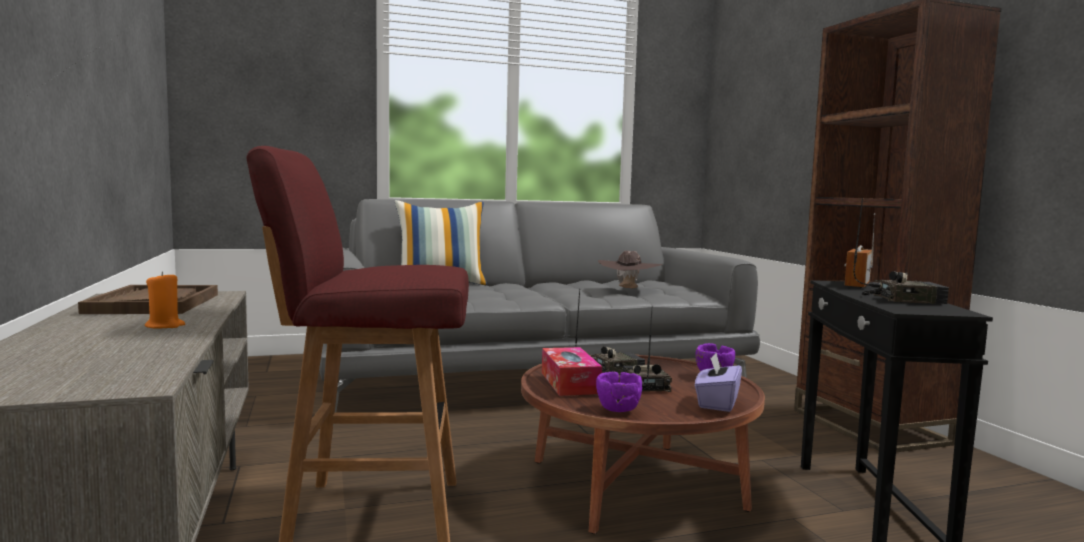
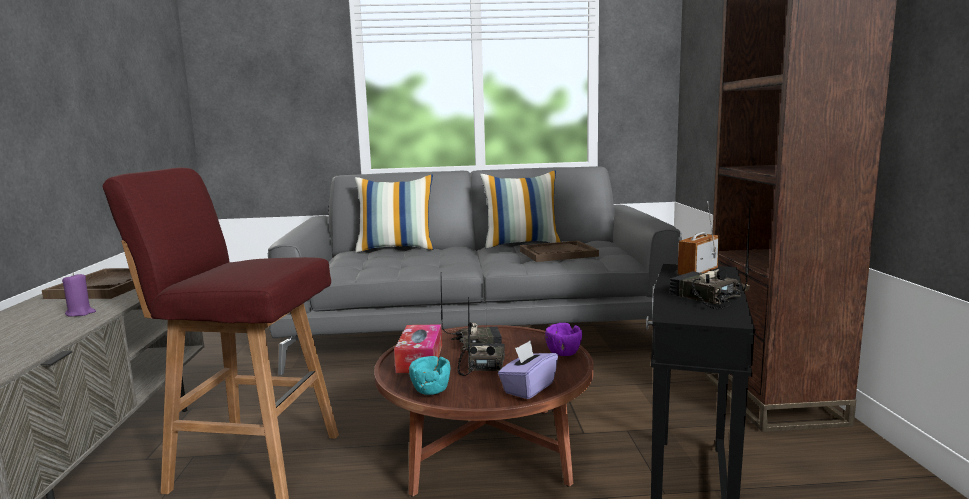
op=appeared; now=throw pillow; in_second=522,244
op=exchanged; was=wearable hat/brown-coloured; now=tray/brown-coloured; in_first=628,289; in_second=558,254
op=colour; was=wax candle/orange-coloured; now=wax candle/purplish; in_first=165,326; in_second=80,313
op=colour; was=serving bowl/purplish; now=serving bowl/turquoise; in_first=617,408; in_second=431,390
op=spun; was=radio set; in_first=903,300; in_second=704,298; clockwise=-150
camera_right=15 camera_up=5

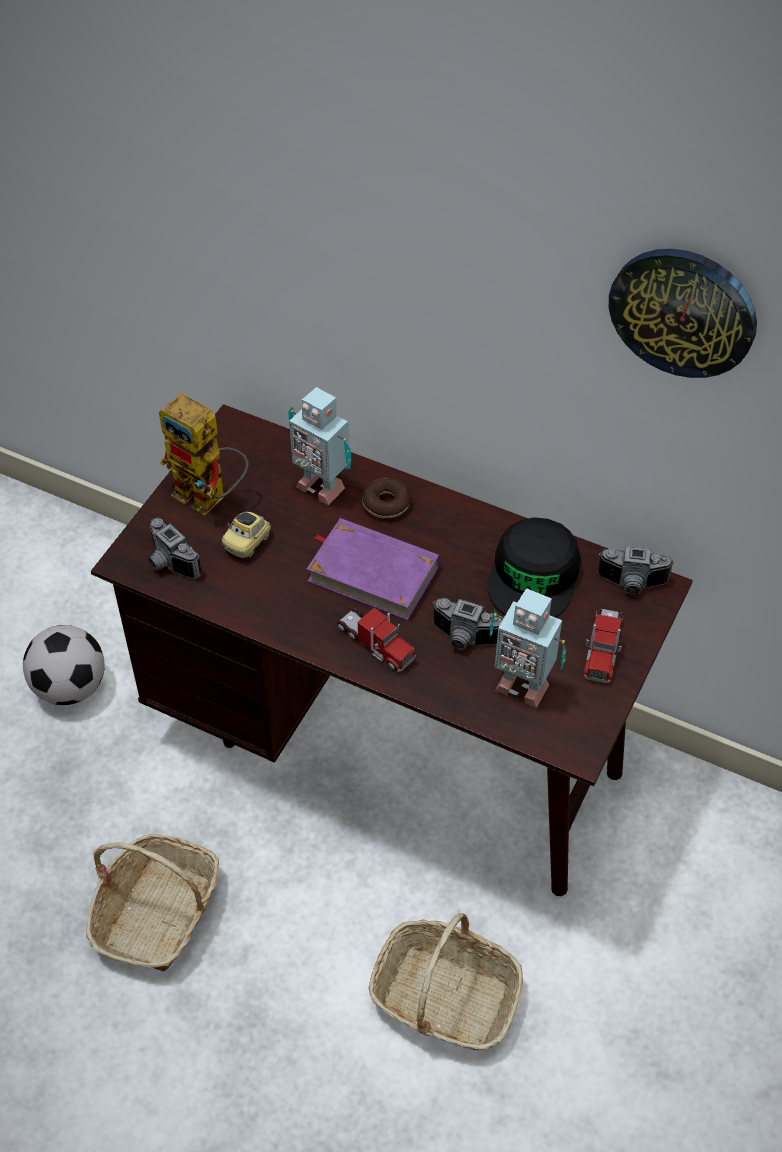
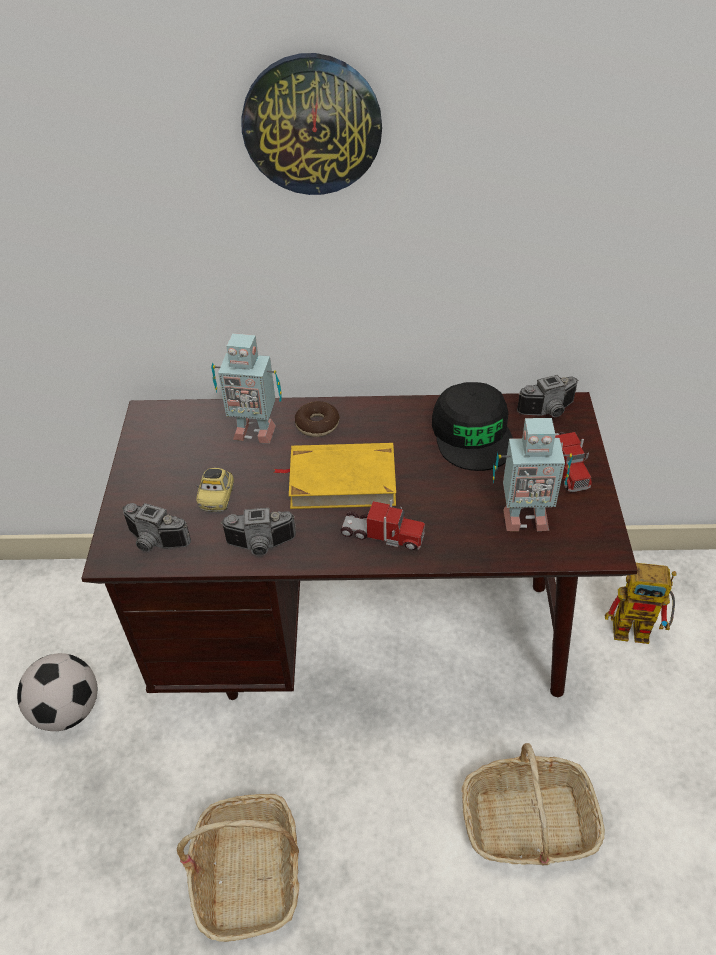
op=relocated; was=toy robot; in_first=210,498; in_second=639,629
op=relocated; was=still camera; in_first=463,639; in_second=261,546
op=relocated; was=clock on the wall; in_first=683,311; in_second=312,125
op=colour; was=bound book/purplish; now=bound book/yellow; in_first=373,573; in_second=342,480
camera_right=-25 camera_up=-5

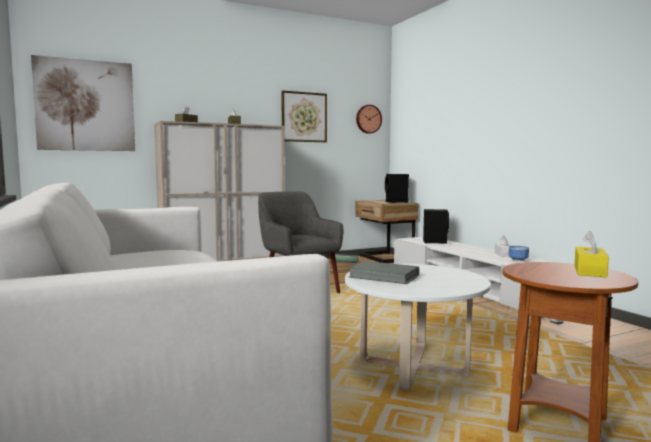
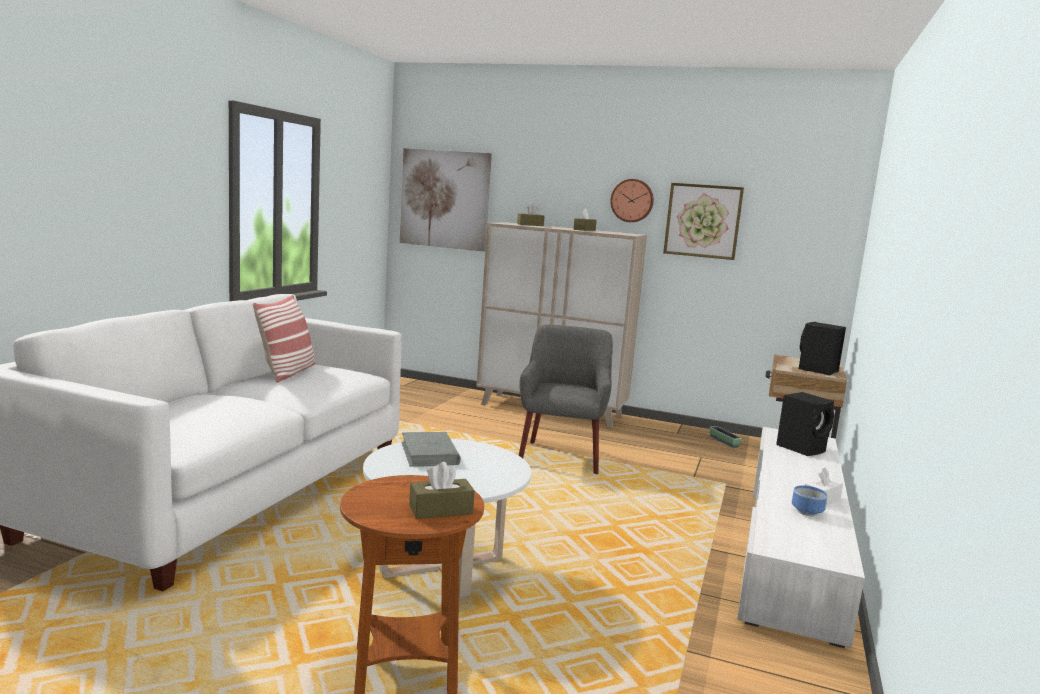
op=appeared; now=throw pillow; in_second=287,372
op=relocated; was=clock on the wall; in_first=368,119; in_second=632,200
op=colour; was=box of tissues/yellow; now=box of tissues/brown-coloured; in_first=589,271; in_second=441,510
camera_right=45 camera_up=5

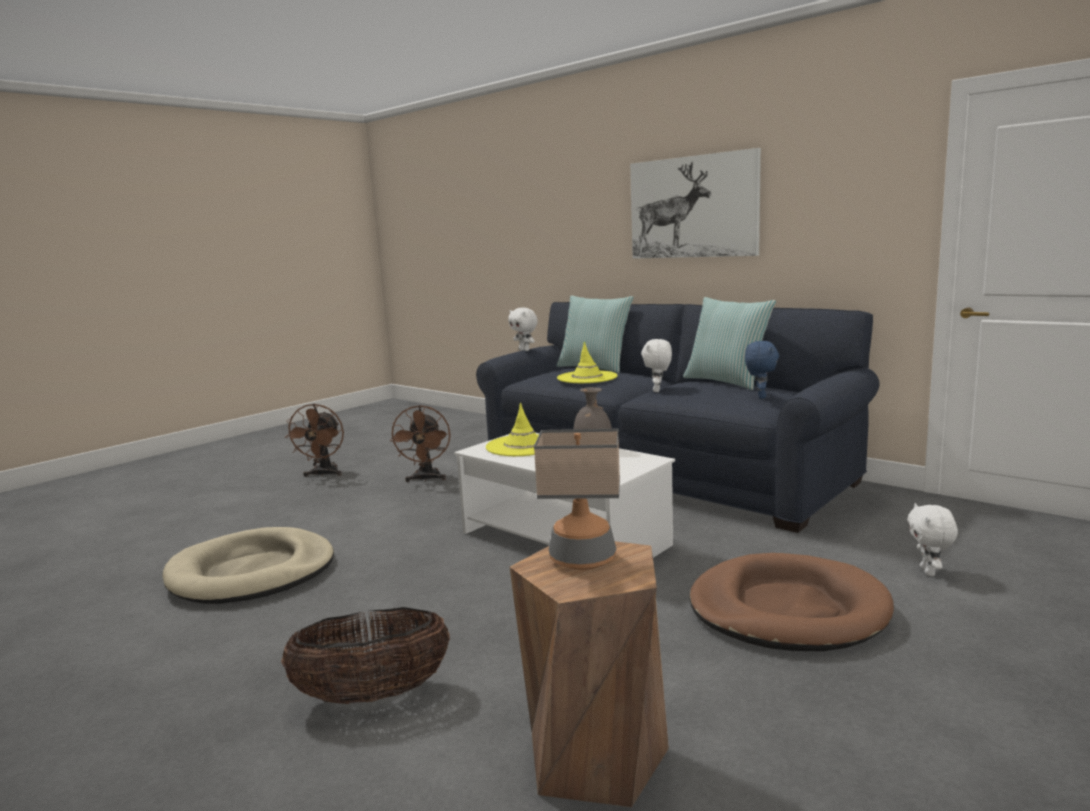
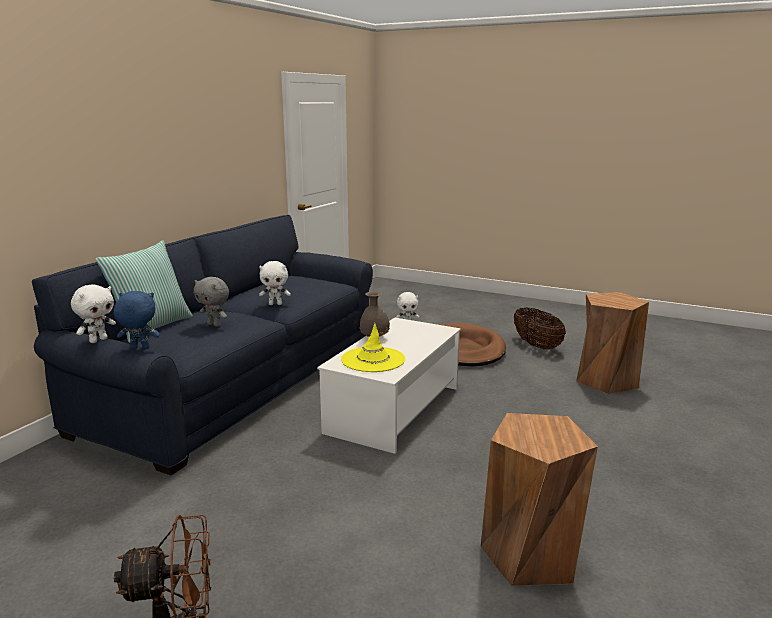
op=missing; was=cooling fan/brown-coloured; in_first=426,479
op=missing; was=tabletop lamp; in_first=582,559
op=missing; was=wall picture; in_first=693,207
op=missing; was=throw pillow; in_first=726,381
op=relocated; was=storage basket; in_first=373,695; in_second=537,345
op=relocated; was=plush toy/blue-coloured; in_first=760,396; in_second=139,348
op=exchanged; was=pet bed/sand-coloured; now=stool/brown-coloured; in_first=252,572; in_second=530,556
op=exchanged; was=wearable hat/yellow; now=plush toy/gray; in_first=587,377; in_second=214,325
camera_right=-105 camera_up=5

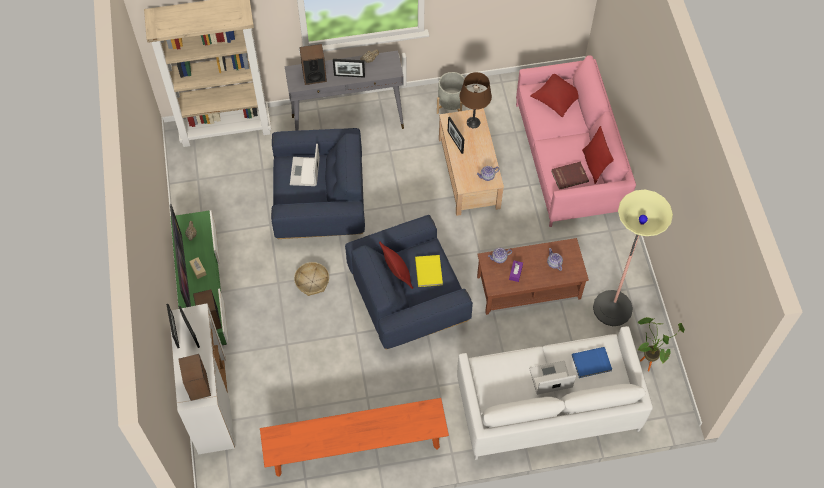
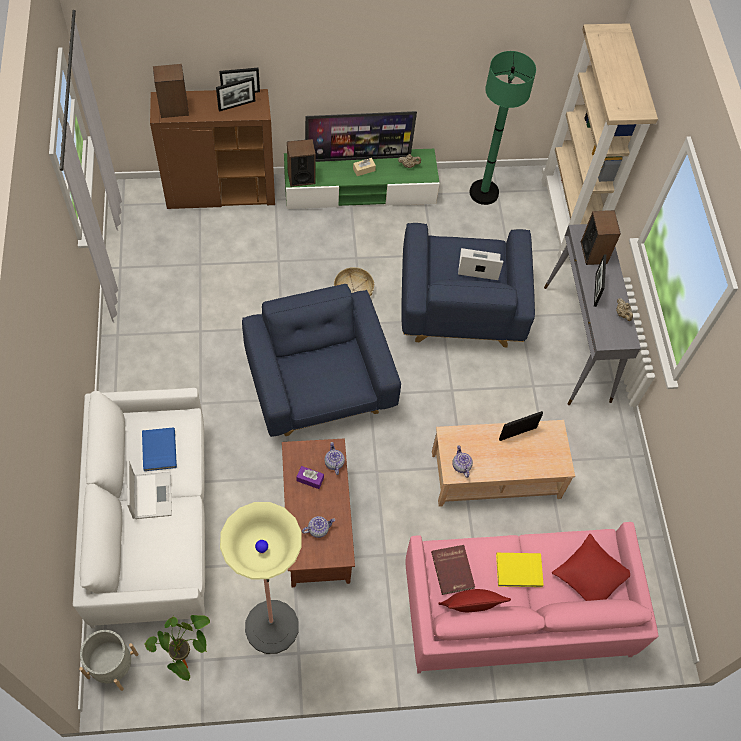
op=missing; was=bench/orange-coloured; in_first=356,447
op=missing; was=throw pillow/red-coloured; in_first=397,274
op=missing; was=tabletop lamp/brown-coloured; in_first=473,122
op=appeared; now=floor lamp/green-coloured; in_second=484,193
op=relocated; was=bound book/yellow; in_first=429,271; in_second=519,571
op=relocated; was=planter/gray; in_first=451,105; in_second=112,666
op=relocated; was=bound book/blue-coloured; in_first=591,363; in_second=158,450
op=colour; was=cabinet/white; now=cabinet/brown-coloured; in_first=211,403; in_second=221,193
camera_right=90 camera_up=0

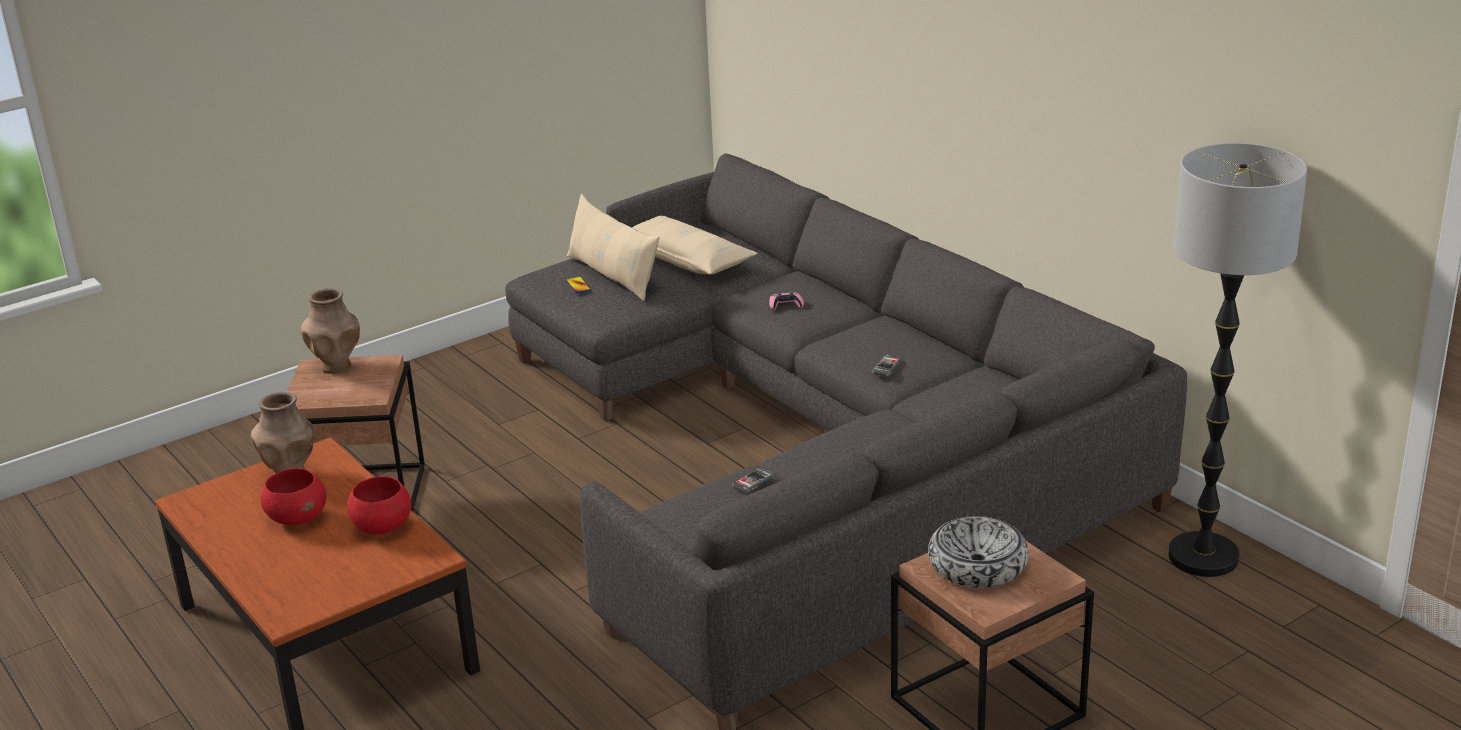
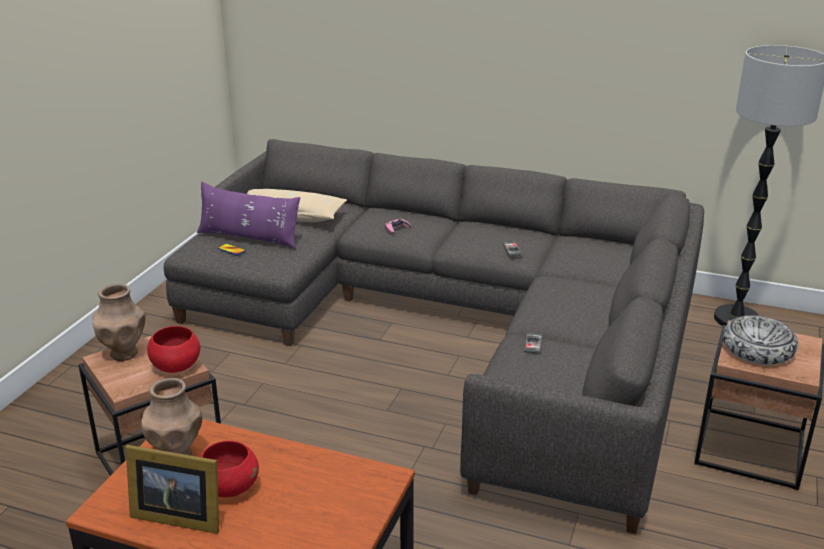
op=appeared; now=standing frame; in_second=176,515
op=relocated; was=serving bowl/red-coloured; in_first=381,527; in_second=175,367
op=colour; was=throw pillow/sand-coloured; now=throw pillow/purplish; in_first=612,275; in_second=249,237
camera_right=-35 camera_up=0

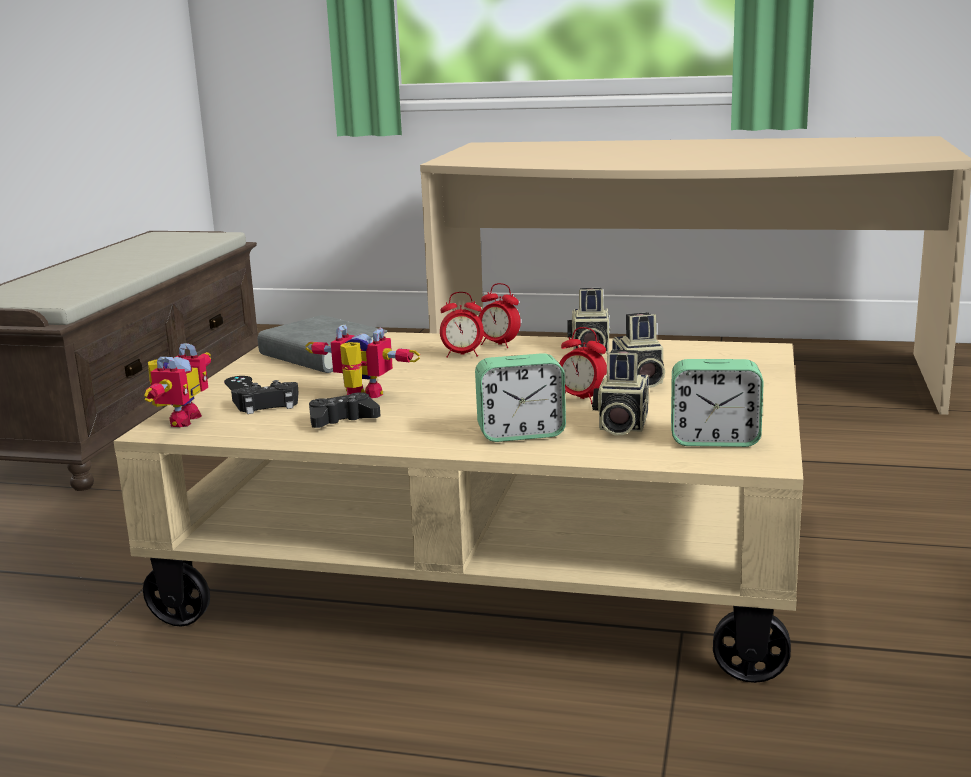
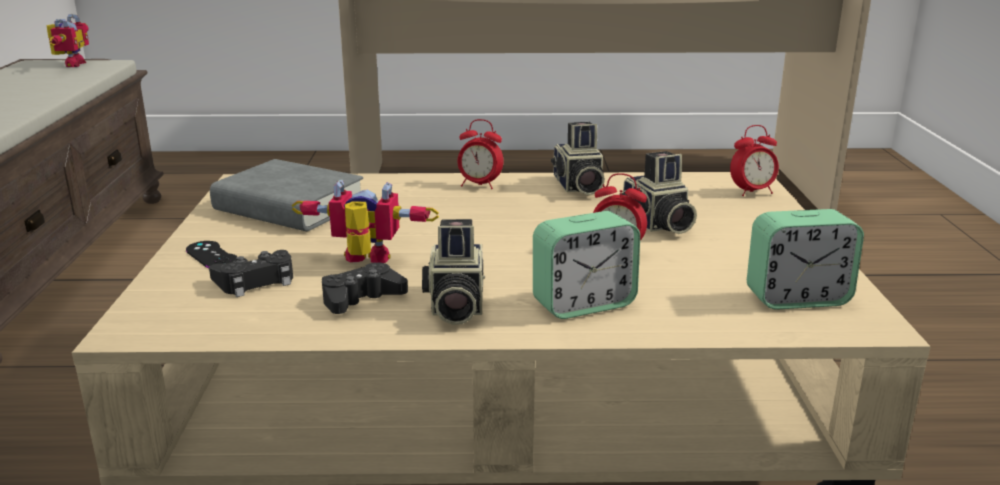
op=relocated; was=toy robot; in_first=178,420; in_second=70,64
op=relocated; was=bedside clock; in_first=462,355; in_second=752,192
op=relocated; was=still camera; in_first=620,425; in_second=454,306
camera_right=-15 camera_up=5

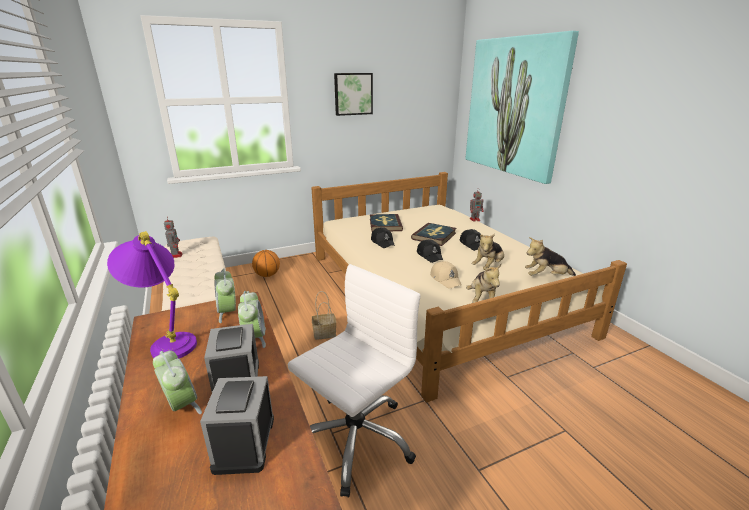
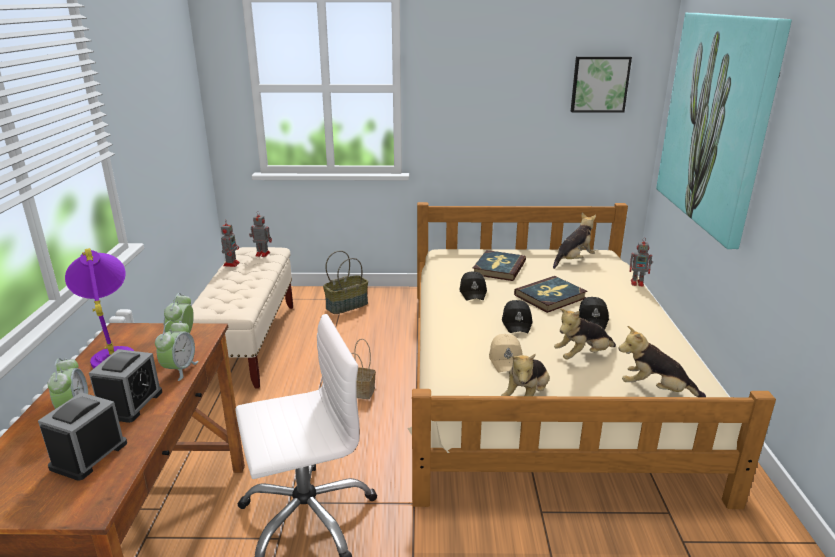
op=appeared; now=toy robot; in_second=262,254
op=appeared; now=plush toy; in_second=573,260
op=relocated; was=wall picture; in_first=353,94; in_second=599,84
op=exchanged; was=basketball ball; now=storage basket; in_first=267,275; in_second=347,305
camera_right=25 camera_up=0

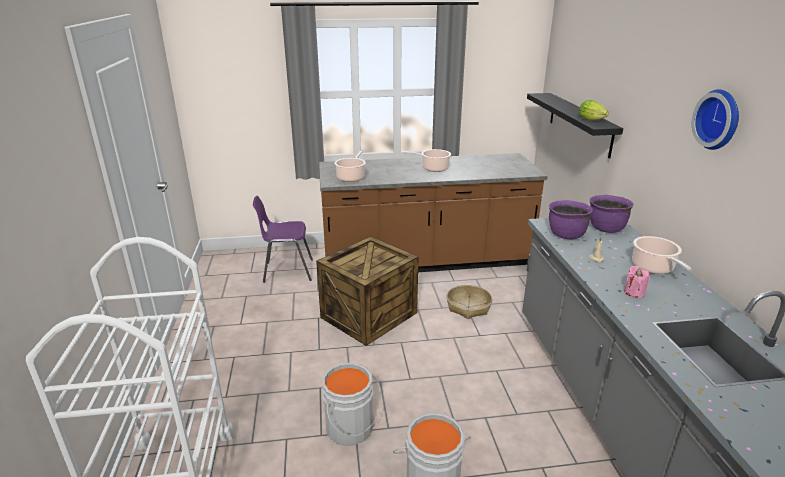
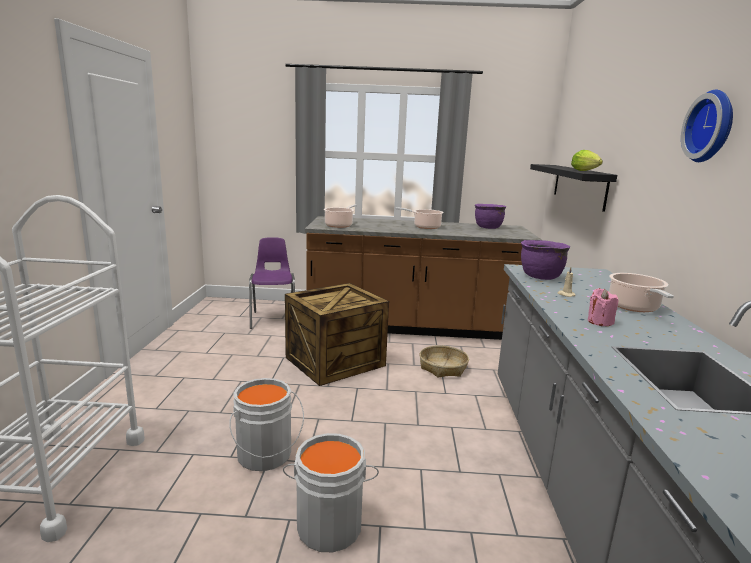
op=relocated; was=saucepot/purplish; in_first=605,228; in_second=487,227
op=spun; was=chair/purplish; in_first=287,271; in_second=273,319; clockwise=75
camera_right=10 camera_up=-10

